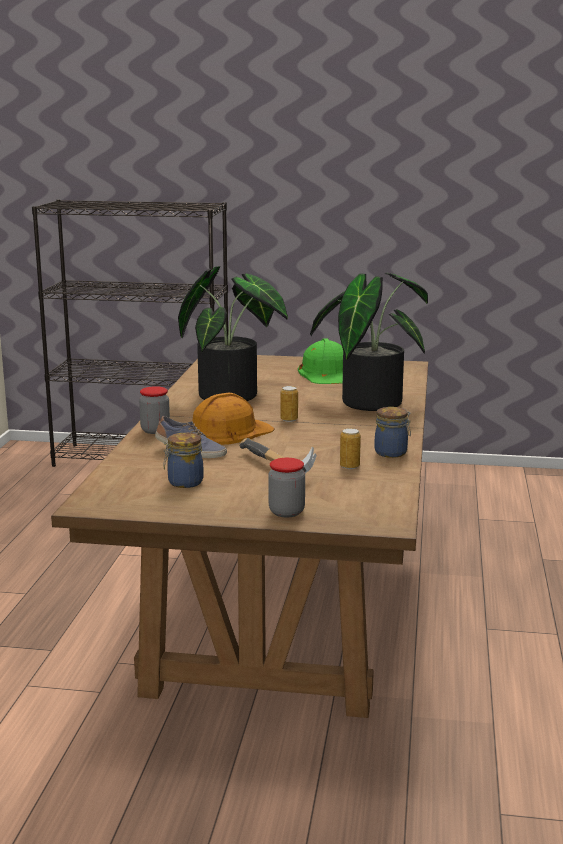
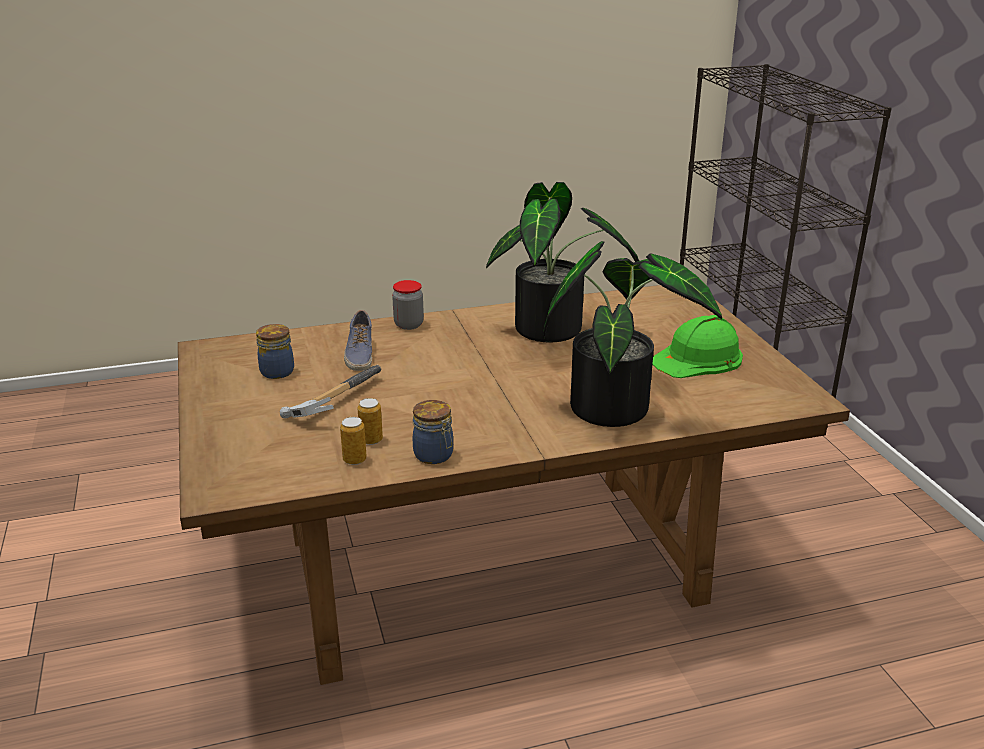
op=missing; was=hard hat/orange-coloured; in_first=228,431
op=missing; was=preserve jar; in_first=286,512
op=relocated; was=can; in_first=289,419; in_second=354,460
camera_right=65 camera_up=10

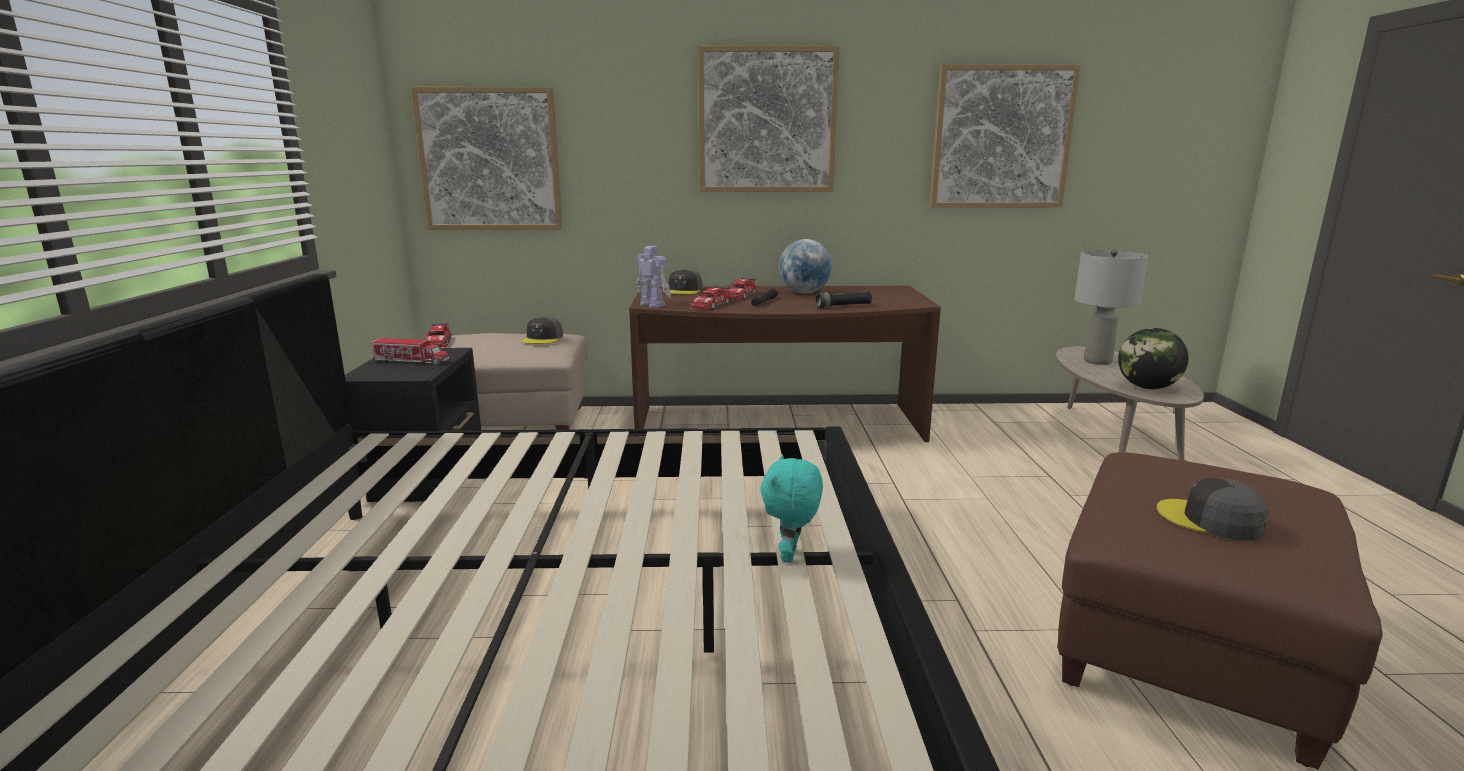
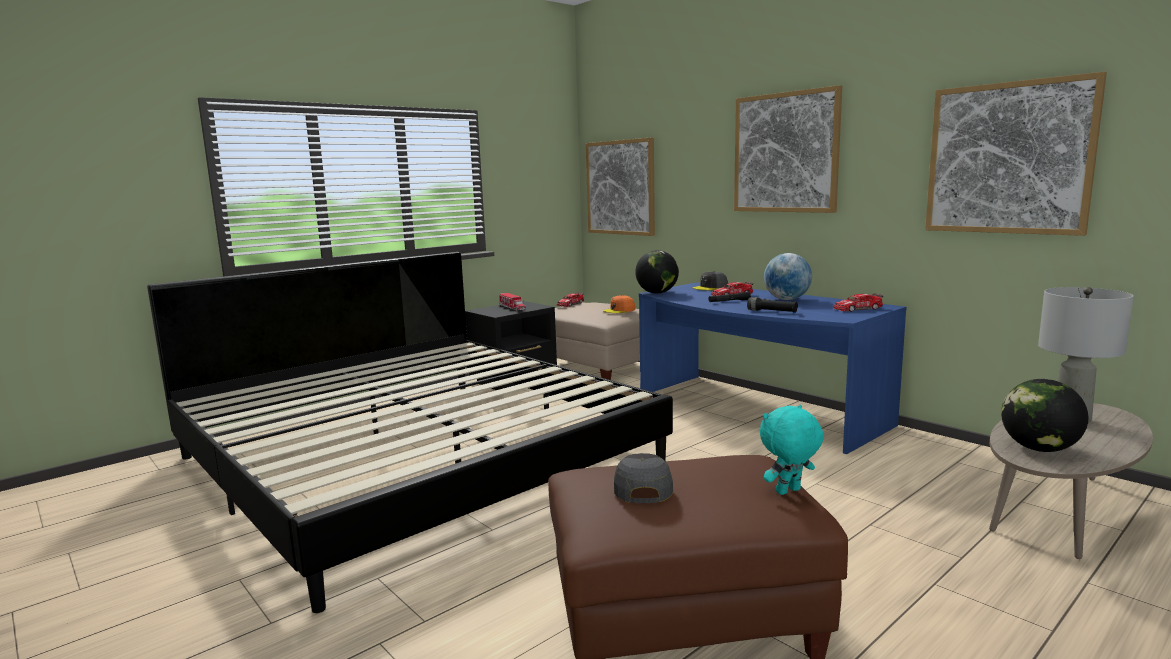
op=relocated; was=toy car; in_first=710,305; in_second=857,309
op=relocated; was=plush toy/turquoise; in_first=791,556; in_second=789,492
op=exchanged; was=toy robot; now=world globe; in_first=652,304; in_second=657,293
op=colour; was=baseball cap/gray; now=baseball cap/orange-coloured; in_first=543,338; in_second=619,310
op=colour; was=desk/brown-coloured; now=desk/blue-coloured; in_first=778,426; in_second=754,410
camera_right=50 camera_up=-5

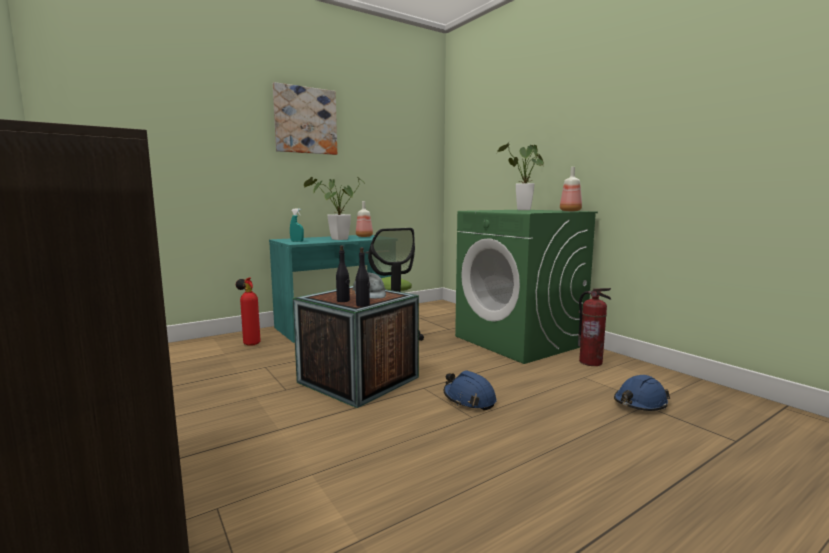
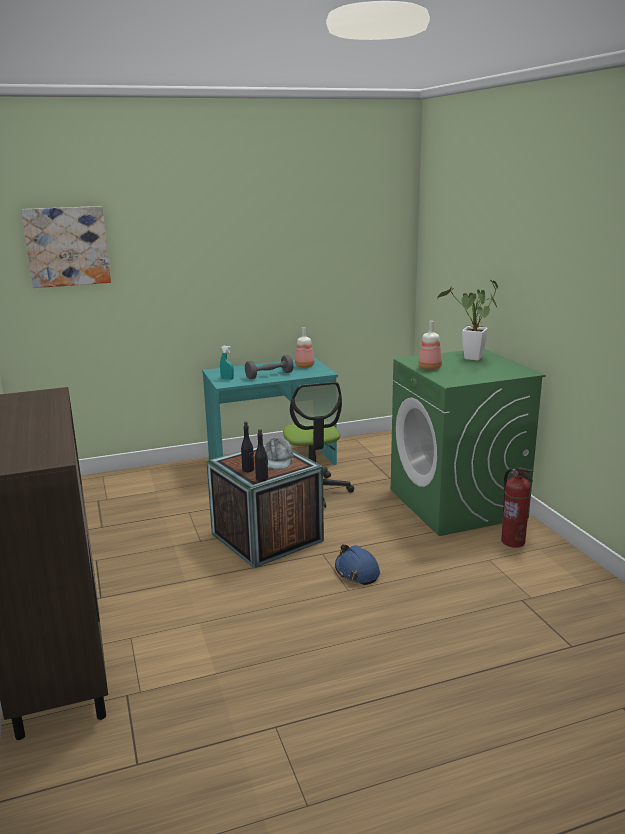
op=missing; was=extinguisher; in_first=250,343
op=missing; was=hard hat/blue-coloured; in_first=640,403
op=relocated; was=wall picture; in_first=305,120; in_second=67,246
op=relocated; was=drink bottle; in_first=570,211; in_second=430,368
op=exchanged; was=potted plant; now=hand weight/gray; in_first=336,239; in_second=269,375
camera_right=15 camera_up=10

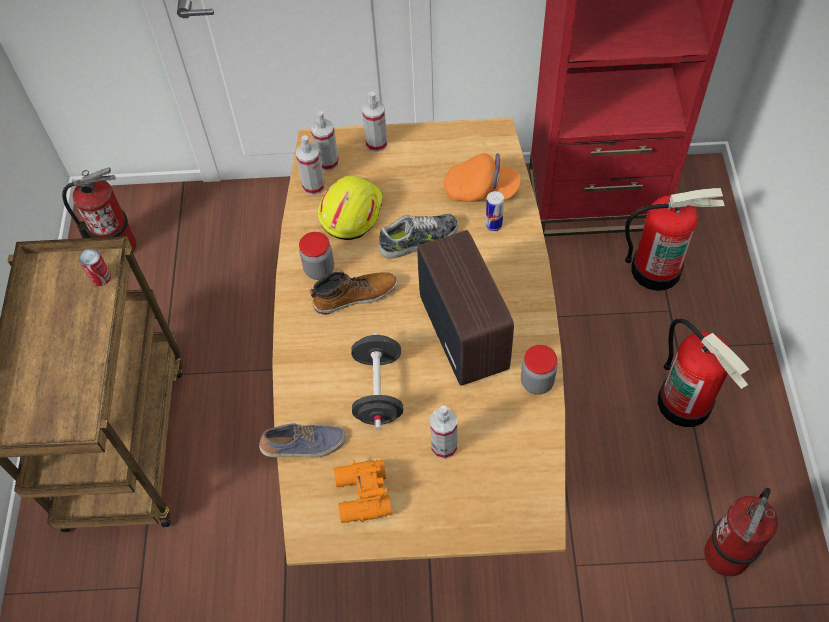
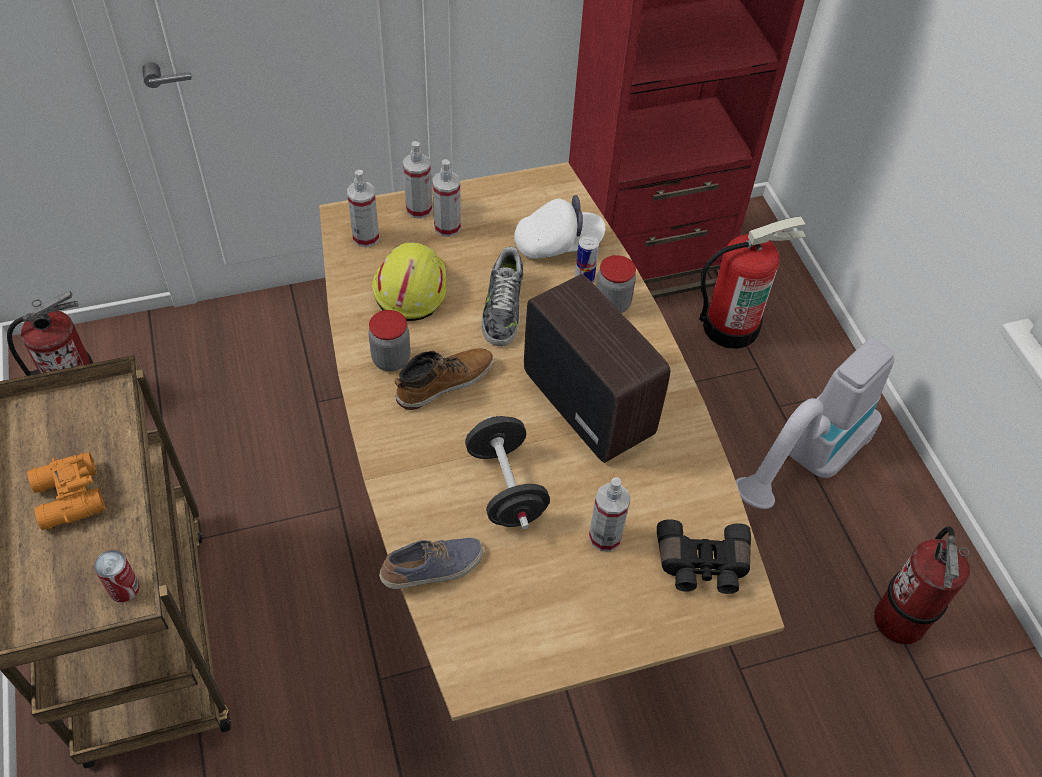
op=appeared; now=field glasses/blackish; in_second=702,565
op=relocated; was=can; in_first=100,277; in_second=124,588
op=relocated; was=sprayer; in_first=313,186; in_second=447,227
op=relocated; was=field glasses/orange-coloured; in_first=361,496; in_second=68,499
op=relocated; was=preserve jar; in_first=537,382; in_second=612,304
op=exchanged; was=extinguisher; now=vacuum cleaner; in_first=685,402; in_second=805,463
op=colour; was=baseball cap/orange-coloured; now=baseball cap/white; in_first=481,190; in_second=558,244
op=spun; was=shoe; in_first=419,240; in_second=502,308; clockwise=135
camera_right=-20 camera_up=-5

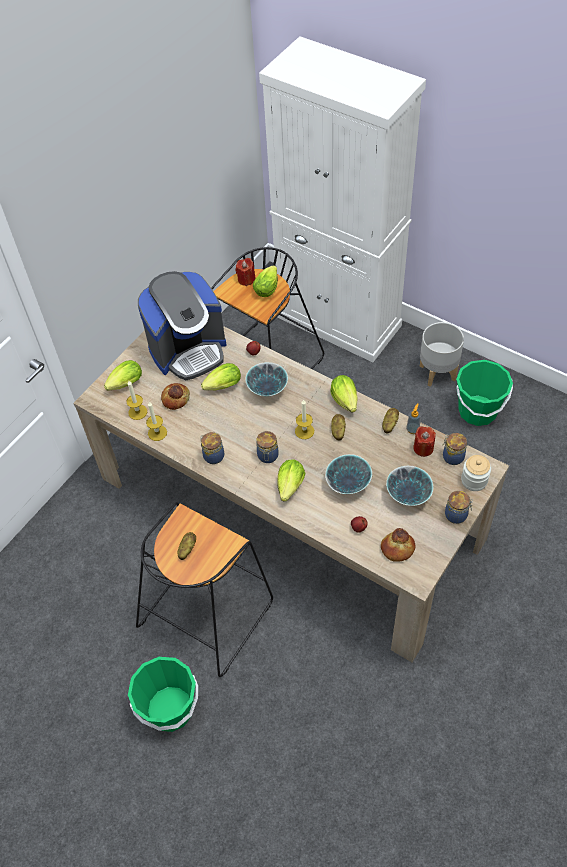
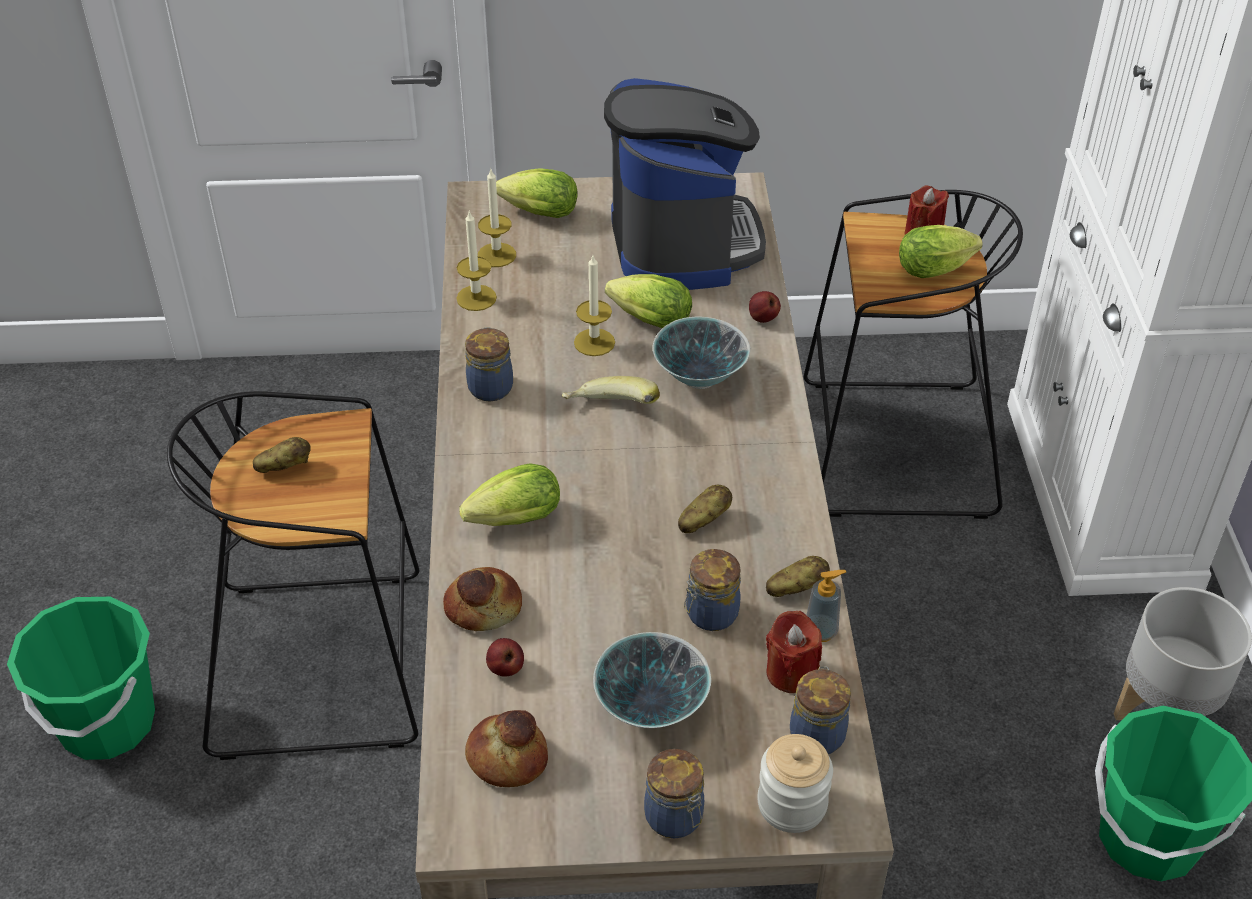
op=missing; was=serving bowl; in_first=348,484
op=missing; was=lettuce head; in_first=346,402
op=appeared; now=banana; in_second=610,413
op=relocated; was=bread; in_first=175,399; in_second=483,606
op=relocated; was=preserve jar; in_first=267,456; in_second=710,615
op=relocated; was=wax candle; in_first=304,431; in_second=594,342
op=spun; was=coffee maker; in_first=188,350; in_second=682,242; clockwise=-120
camera_right=50 camera_up=-10

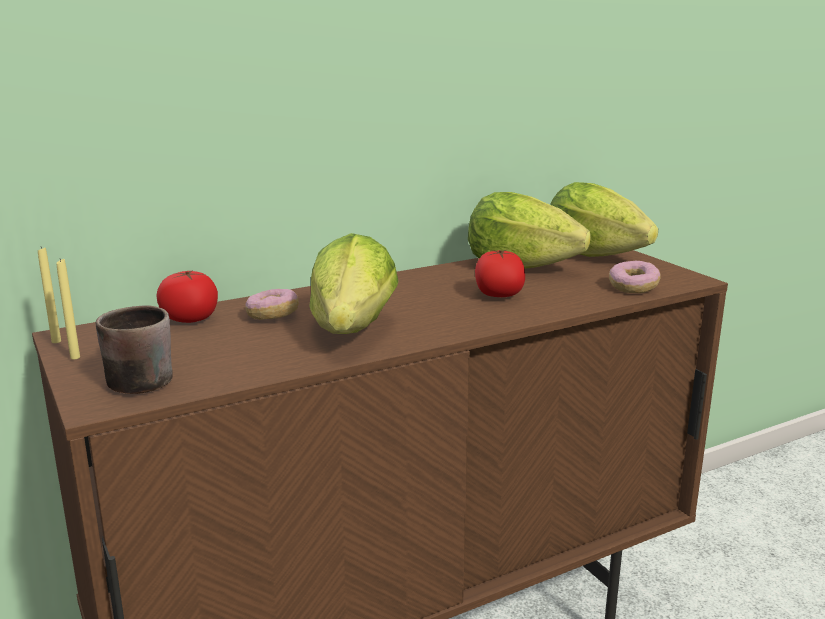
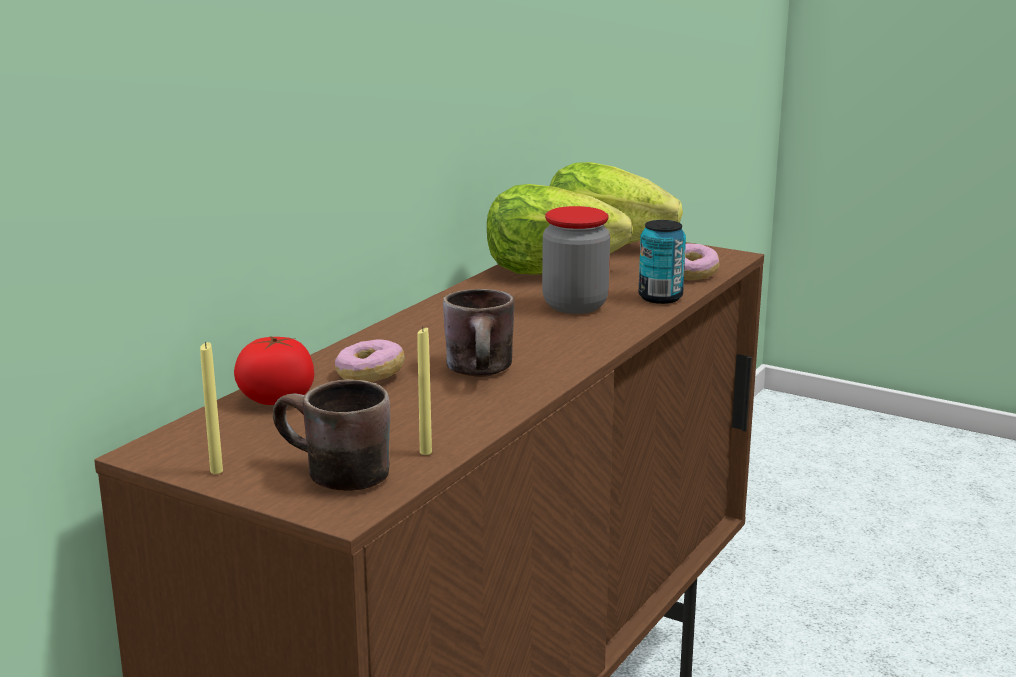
op=appeared; now=can; in_second=660,297
op=relocated; was=wax candle/yellow; in_first=56,341; in_second=425,452
op=exchanged; was=lettuce head; now=tea mug/brown-coloured; in_first=353,330; in_second=486,372
op=exchanged; was=whole tomato; now=preserve jar; in_first=498,295; in_second=575,306
camera_right=-30 camera_up=0

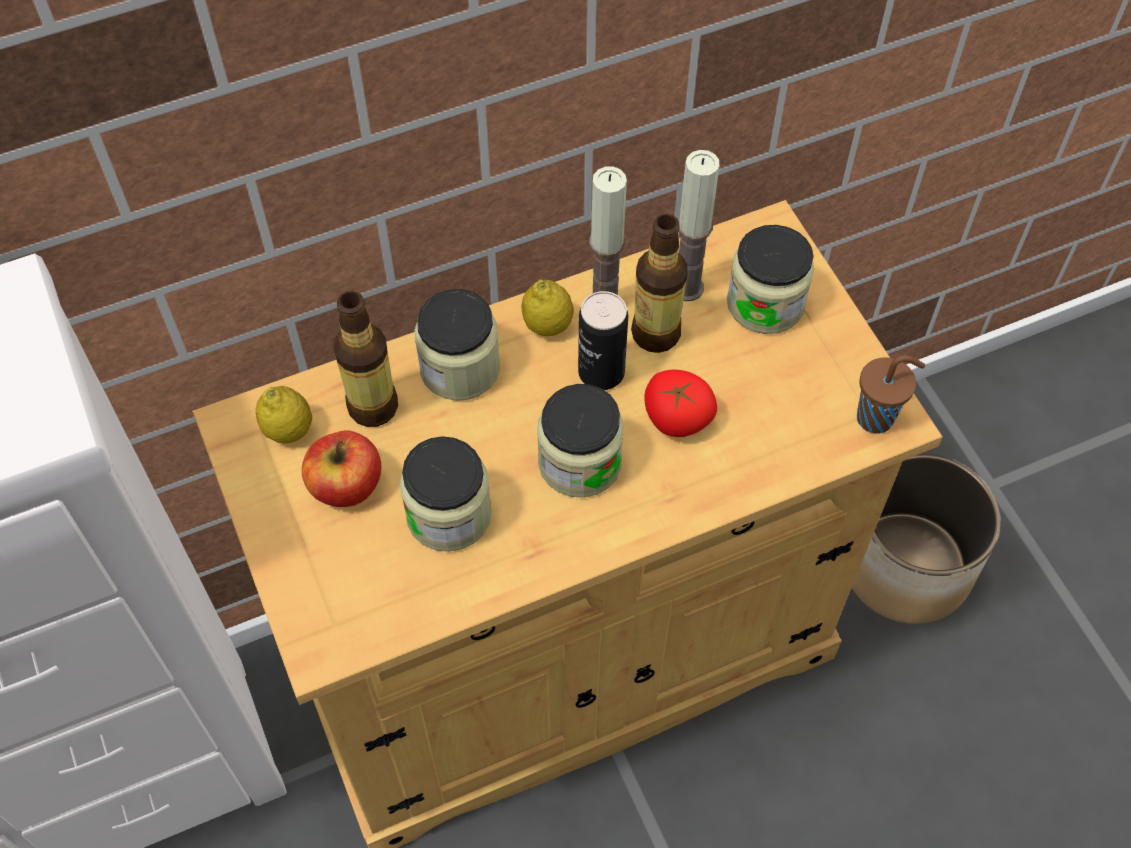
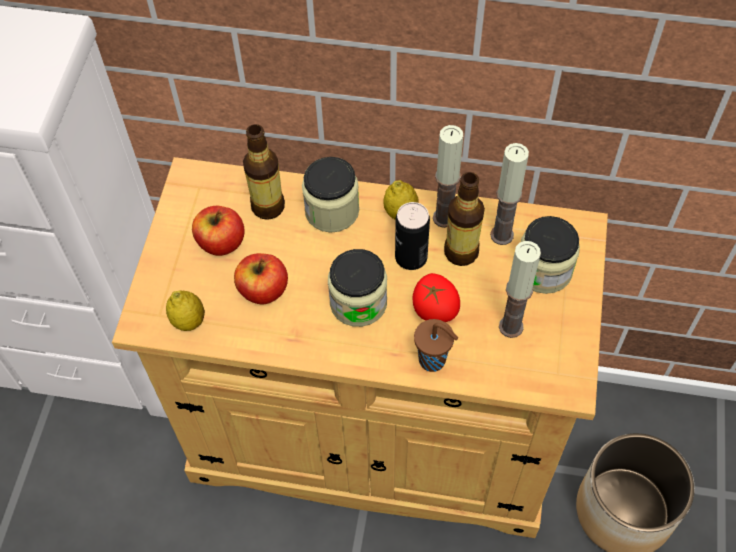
op=appeared; now=wax candle; in_second=511,326
op=relocated; was=whole lemon; in_first=288,430; in_second=188,321
op=relocated; was=drinking cup/brown-coloured; in_first=877,418; in_second=434,361
op=exchanged; was=preserve jar; now=apple fruit; in_first=449,514; in_second=263,290
camera_right=35 camera_up=0

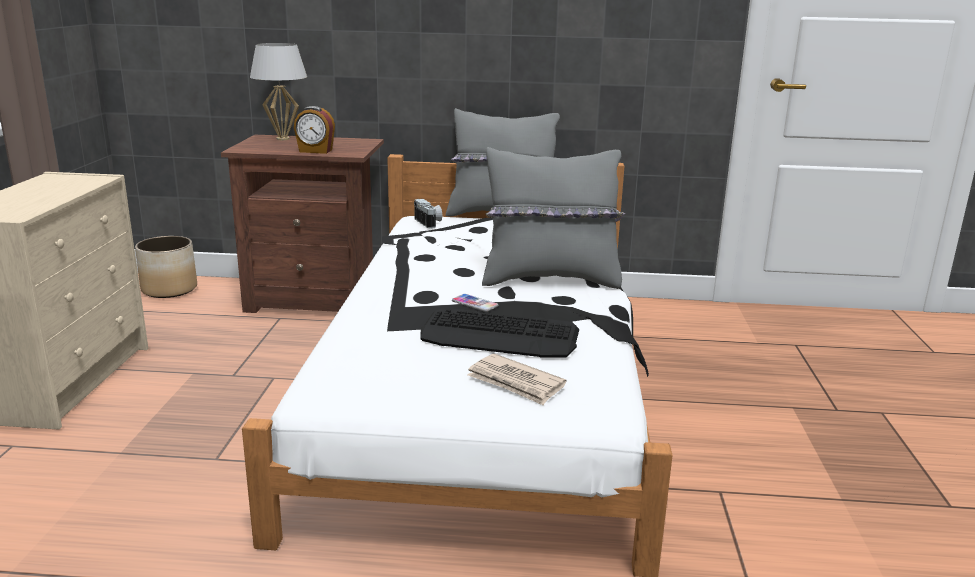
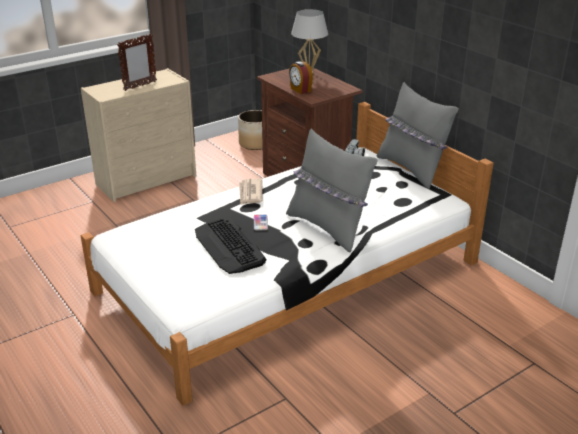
op=appeared; now=standing frame; in_second=140,86
op=relocated; was=printed paper; in_first=516,383; in_second=250,193
camera_right=50 camera_up=10

